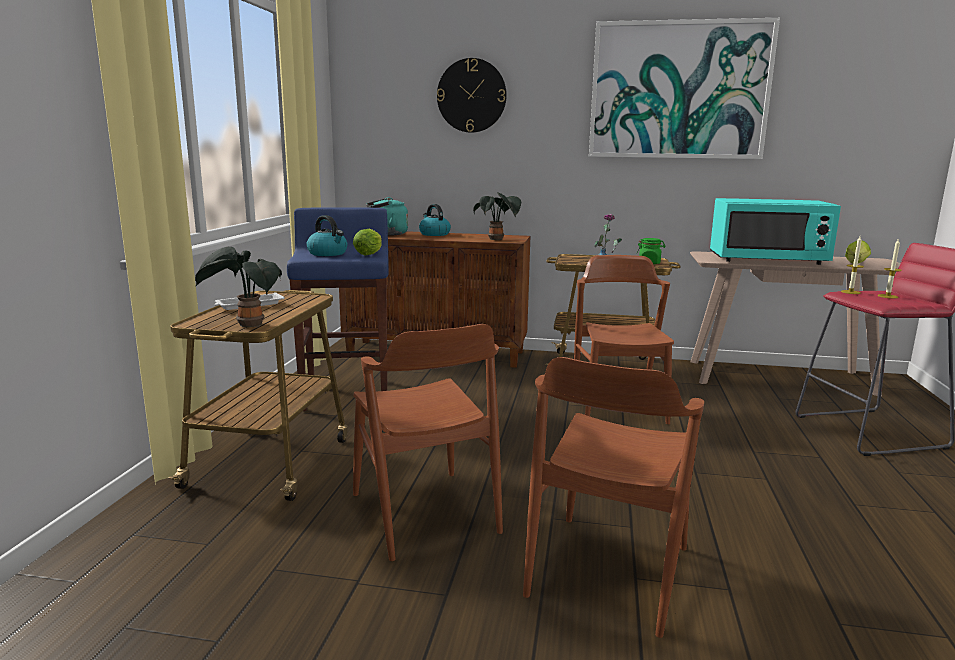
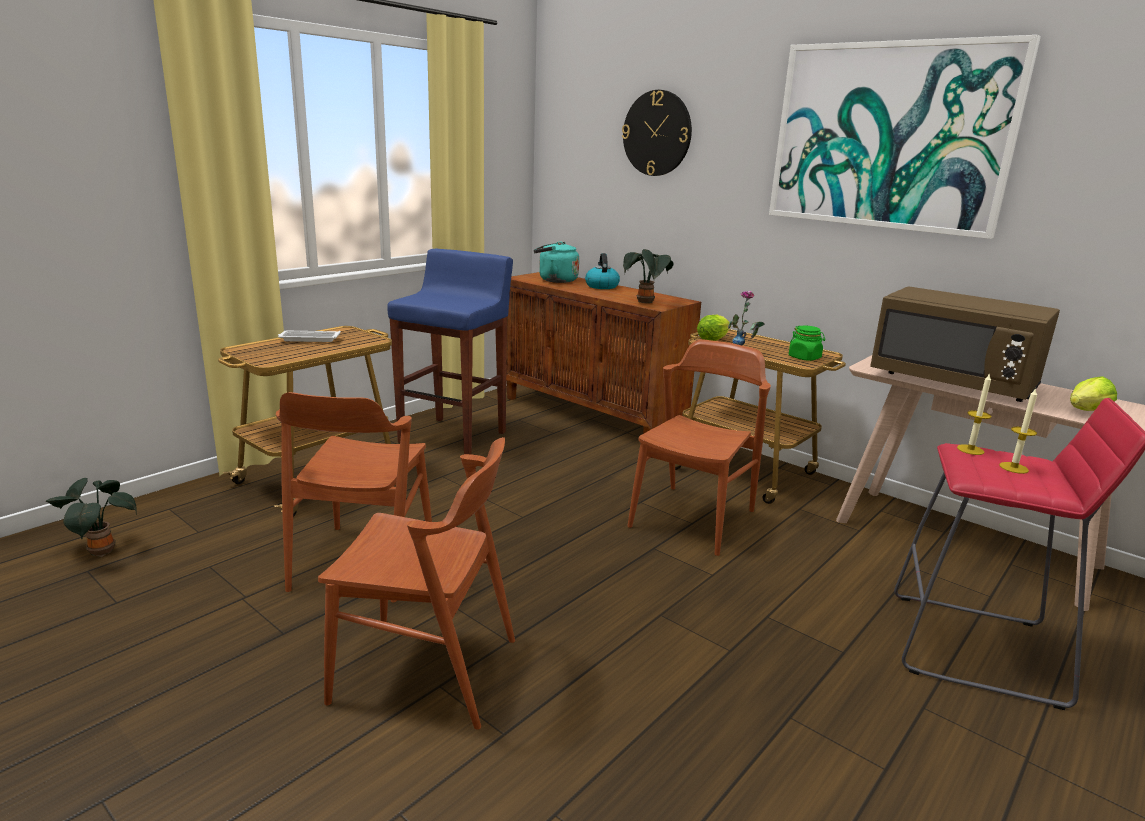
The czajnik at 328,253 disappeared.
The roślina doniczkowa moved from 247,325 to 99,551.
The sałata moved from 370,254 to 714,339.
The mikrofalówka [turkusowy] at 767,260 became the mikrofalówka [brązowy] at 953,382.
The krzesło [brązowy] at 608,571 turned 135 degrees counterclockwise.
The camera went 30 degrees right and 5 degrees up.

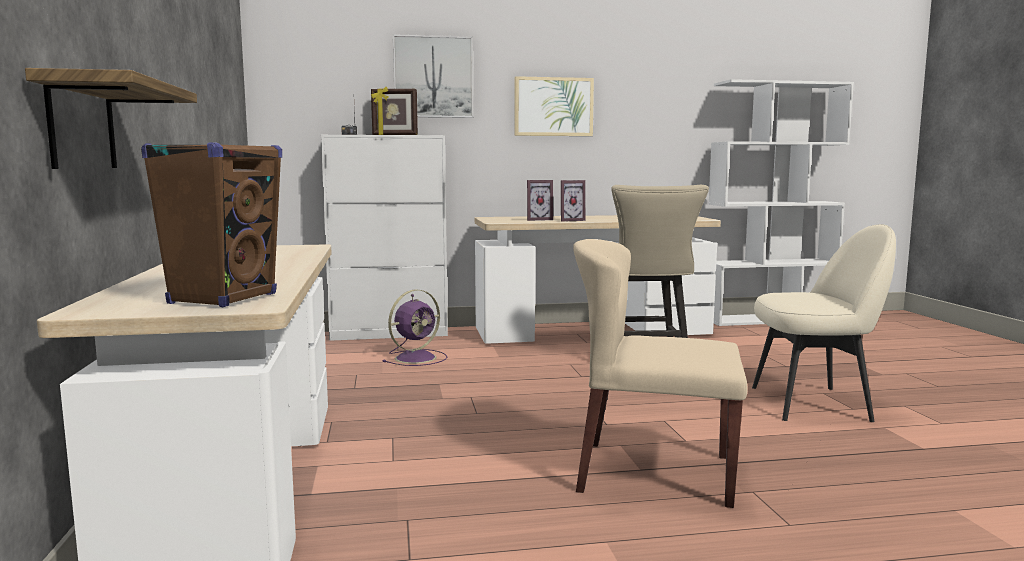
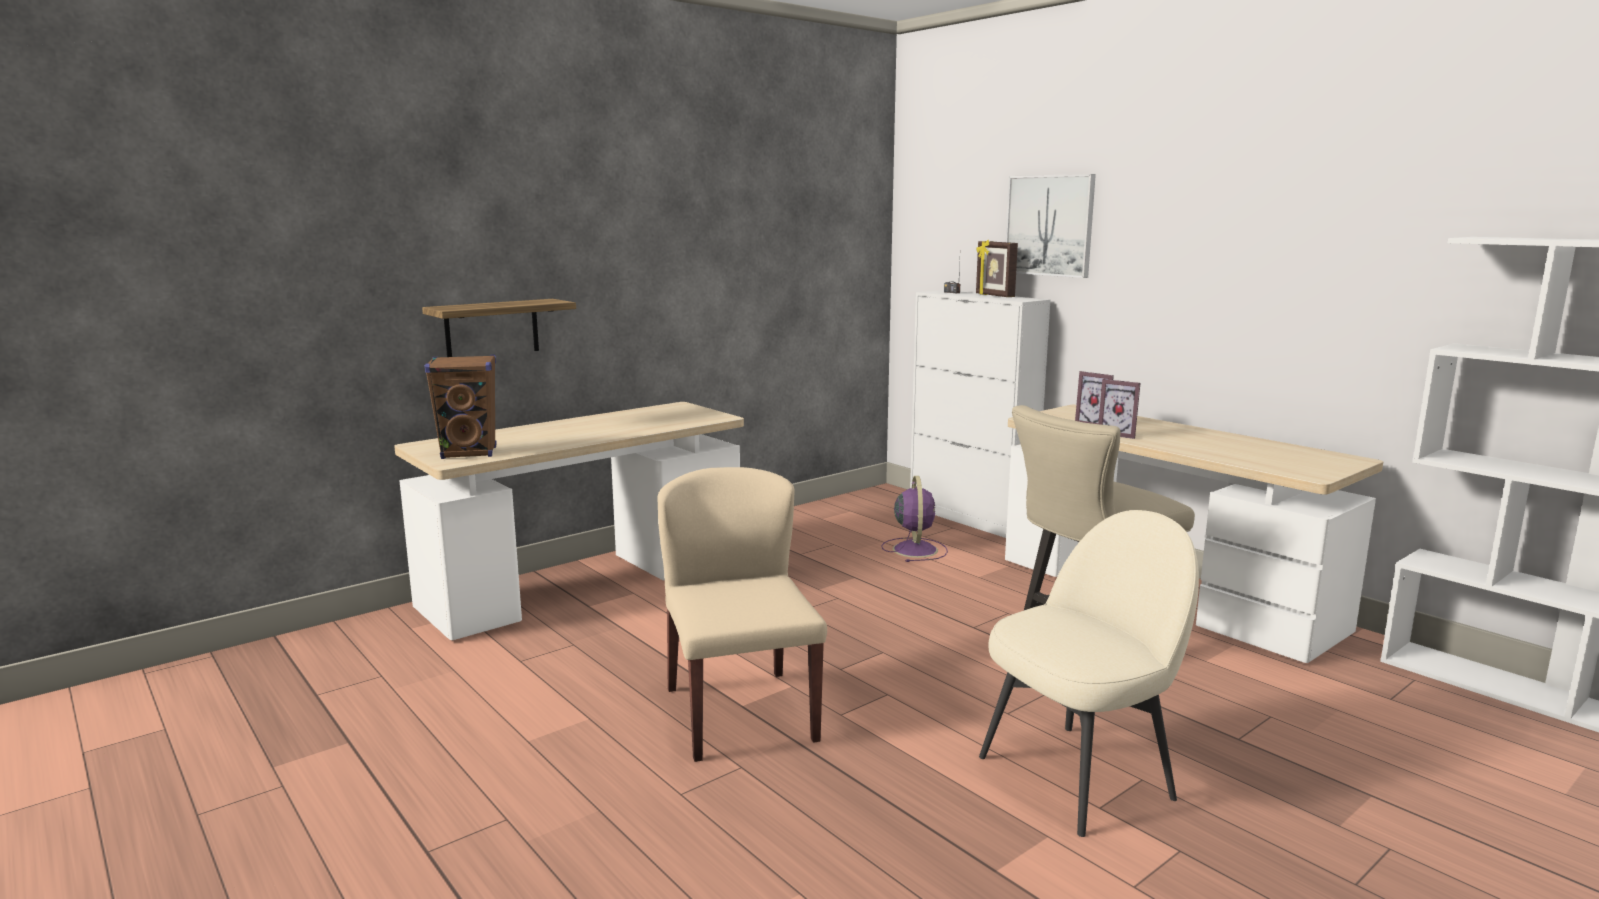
The obraz at 553,107 disappeared.
The wentylator [fioletowy] at 417,358 turned 105 degrees counterclockwise.
The krzesło [beżowy] at 813,403 turned 90 degrees counterclockwise.
The camera went 60 degrees right and 5 degrees up.

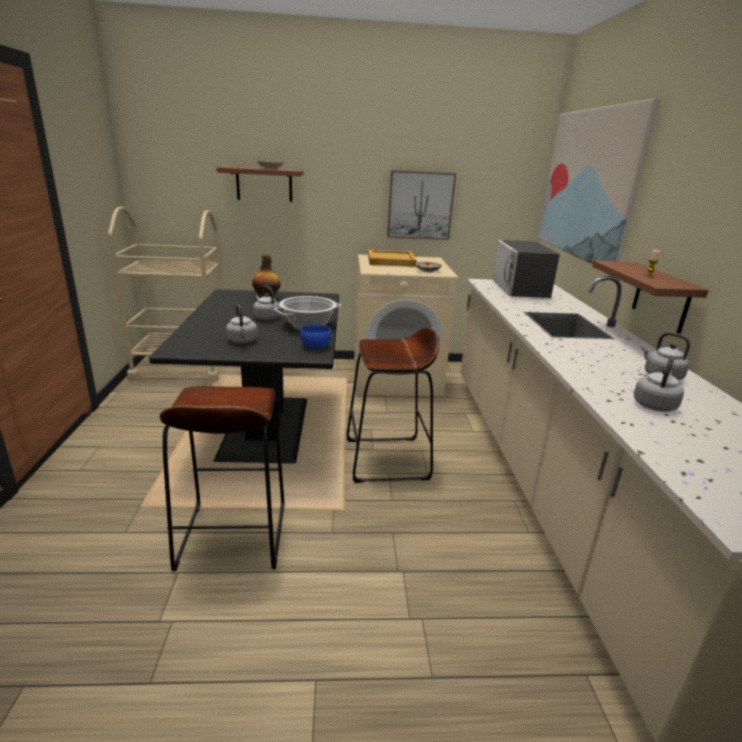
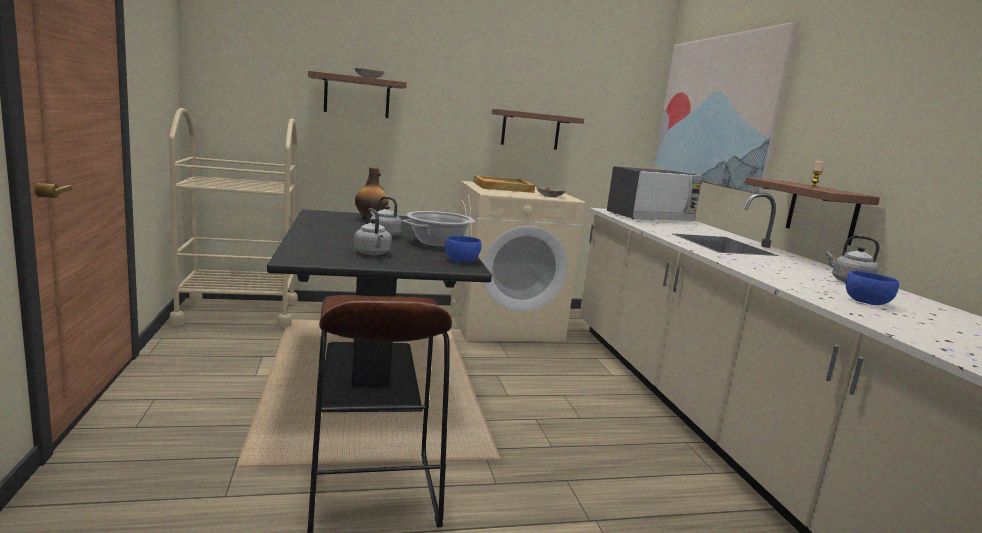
The stołek [brązowy] at 387,459 disappeared.
The obraz at 420,205 was replaced by the półka [brązowy] at 530,130.
The czajnik [szary] at 654,405 was replaced by the miska [niebieski] at 866,302.
The mikrofalówka at 519,289 turned 105 degrees counterclockwise.
The camera went 10 degrees left and 10 degrees down.

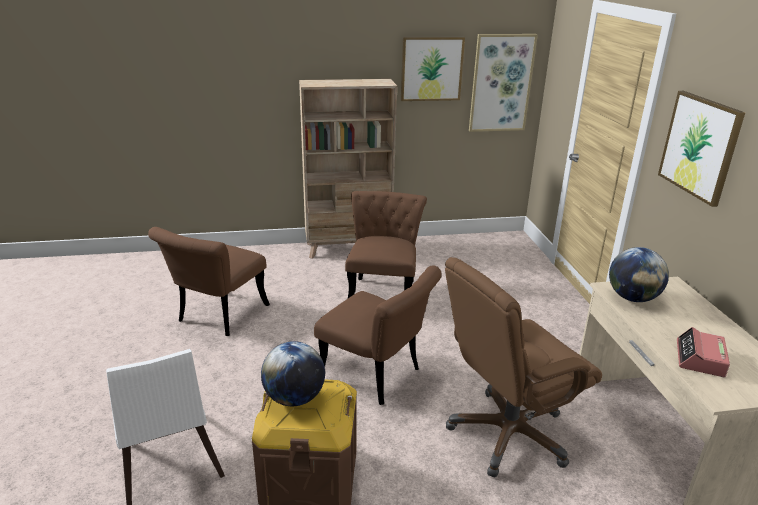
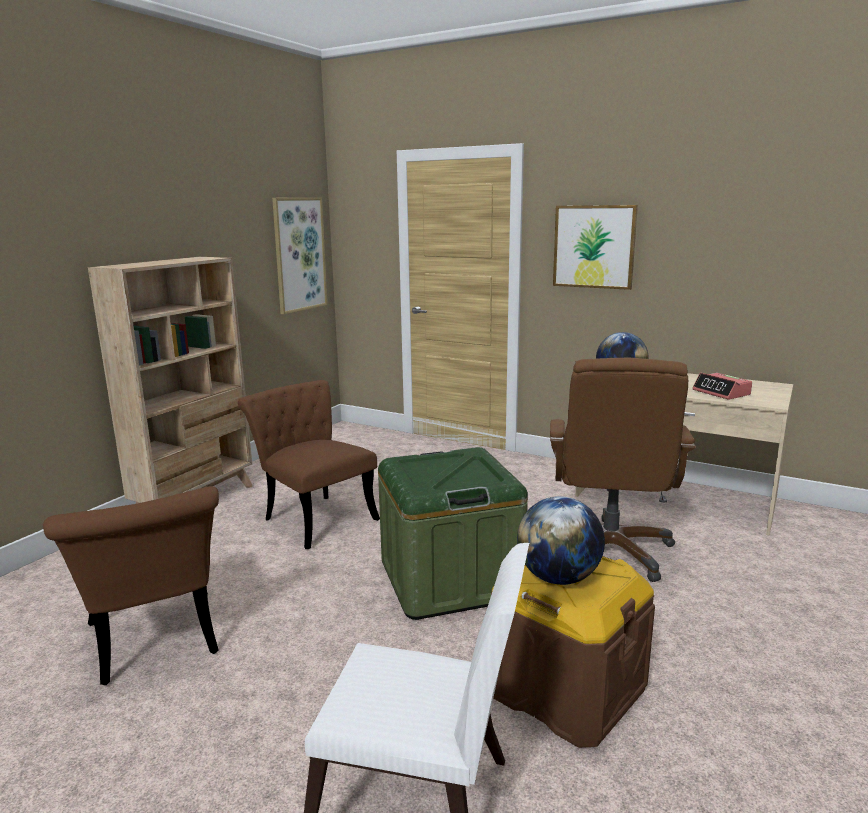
The obraz at 431,69 disappeared.
The krzesło [brązowy] at 377,376 was replaced by the pojemnik do przechowywania [zielony] at 450,579.
The camera went 50 degrees left and 10 degrees down.

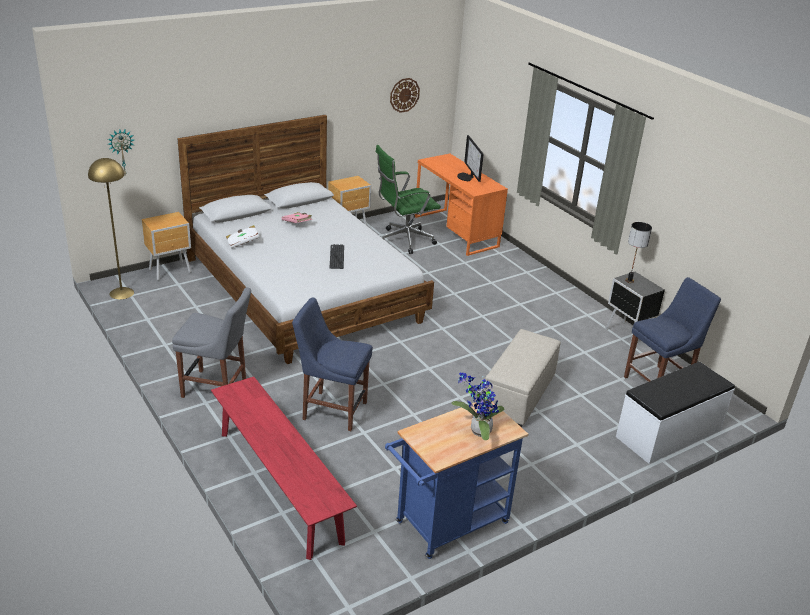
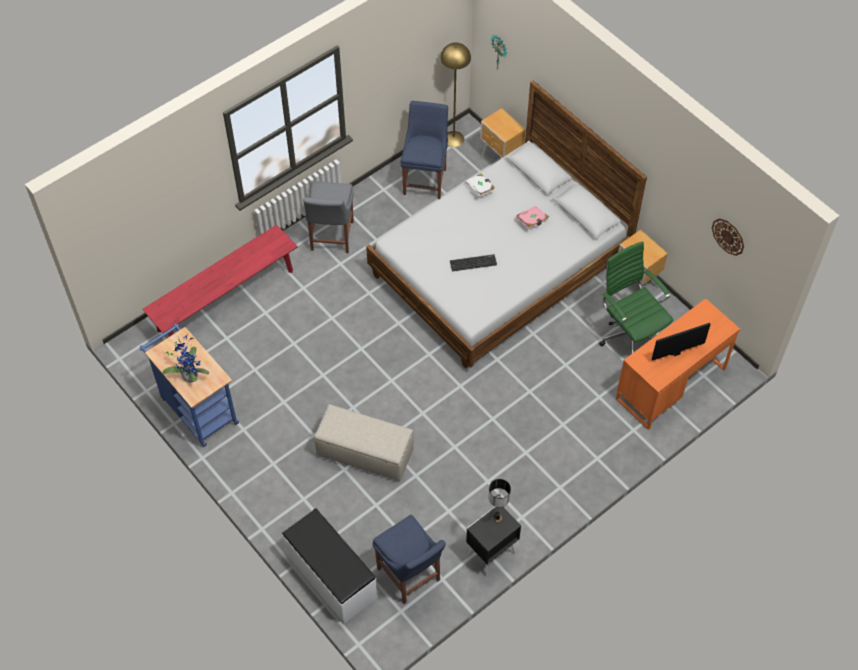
The krzesło [niebieski] moved from 331,409 to 425,179.
The camera went 85 degrees right and 25 degrees up.

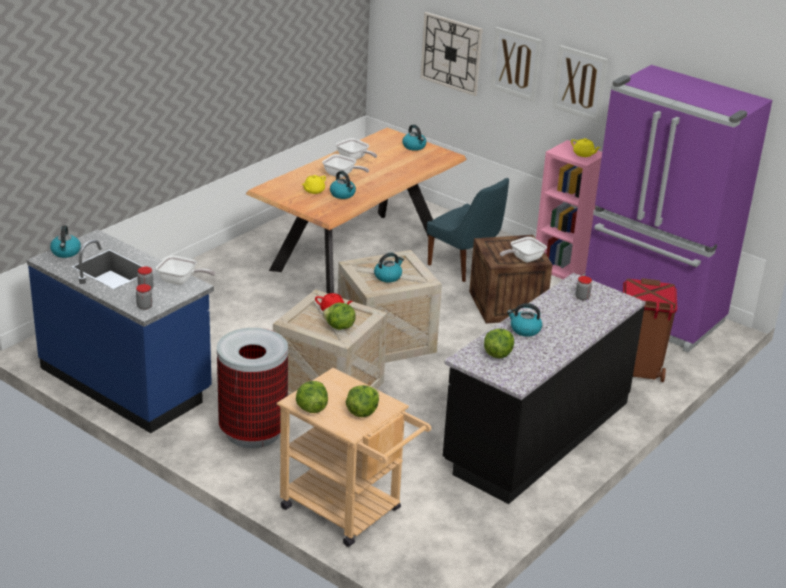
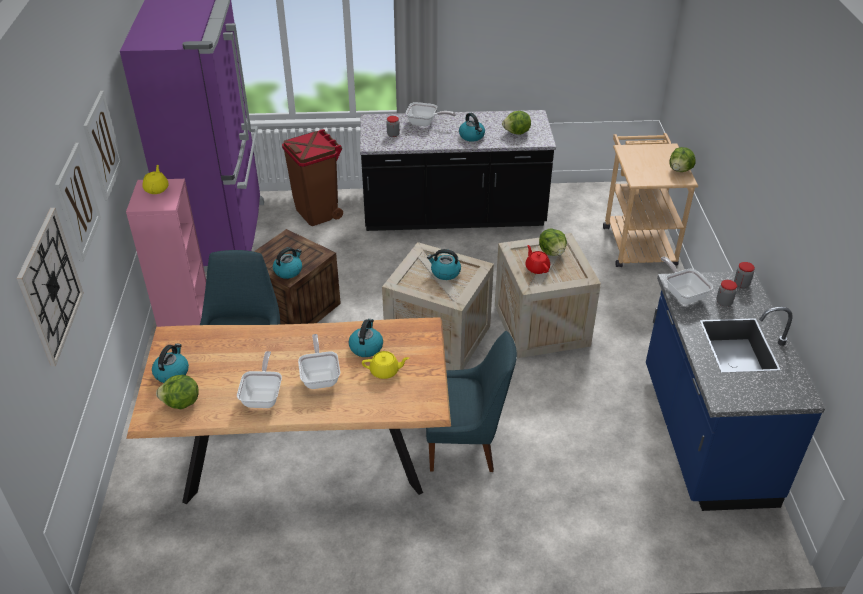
The kosz na śmieci at 252,432 disappeared.
The krzesło [niebieski] at 465,444 appeared.
The czajnik moved from 66,252 to 288,271.
The sałata moved from 362,412 to 181,403.
The patelnia moved from 523,259 to 425,123.
The camera went 130 degrees left and 10 degrees up.

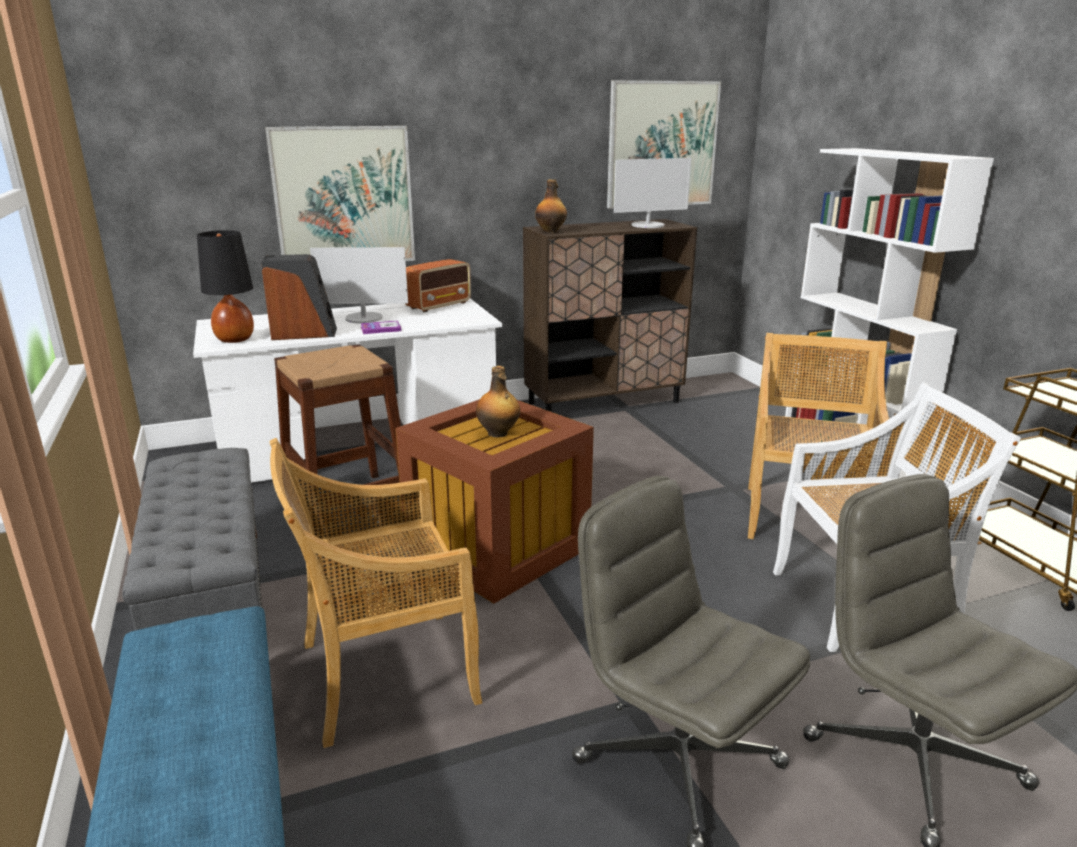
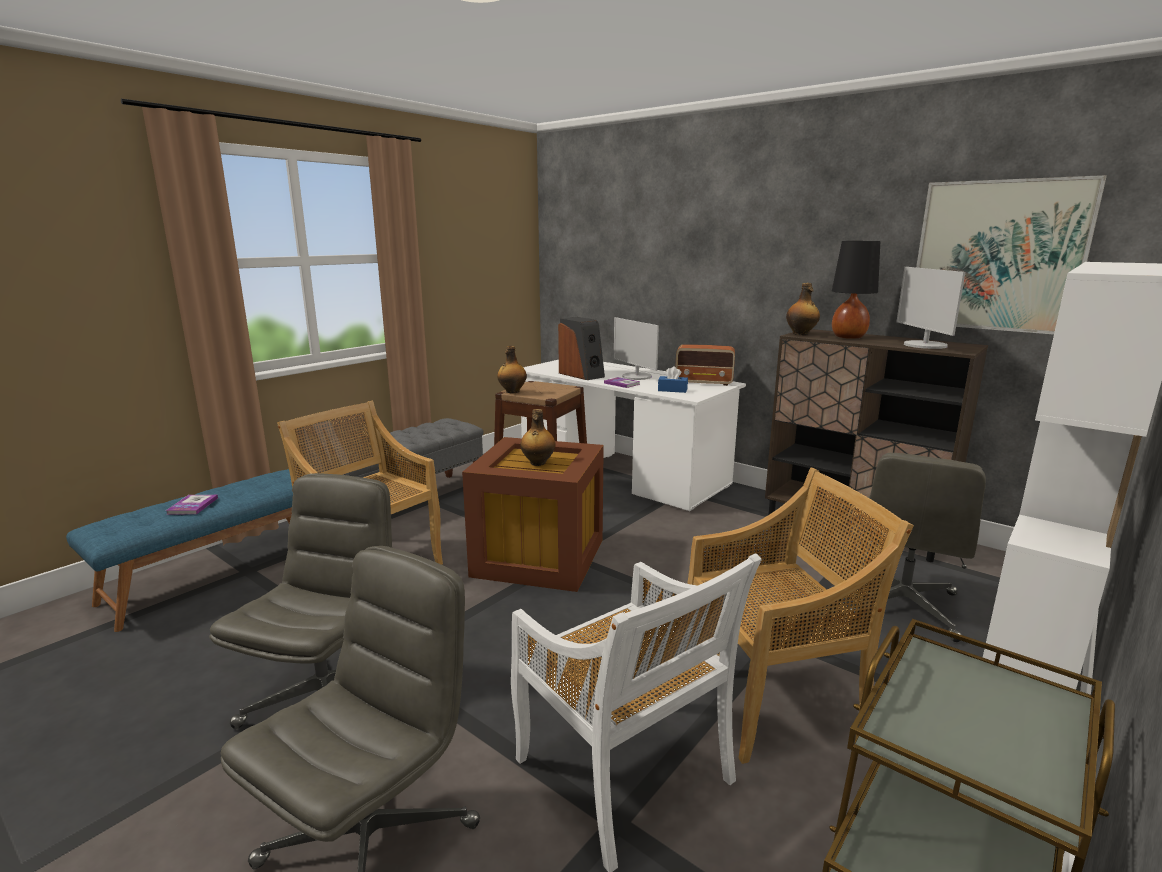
The obraz at 344,197 disappeared.
The książka at 192,506 appeared.
The butelka at 512,392 appeared.
The pudełko chusteczek [niebieski] at 672,390 appeared.
The krzesło biurowe [szary] at 902,606 appeared.
The lampa stołowa [czarny] moved from 234,340 to 848,337.
The monitor at 648,225 turned 45 degrees clockwise.
The camera went 60 degrees right and 5 degrees down.

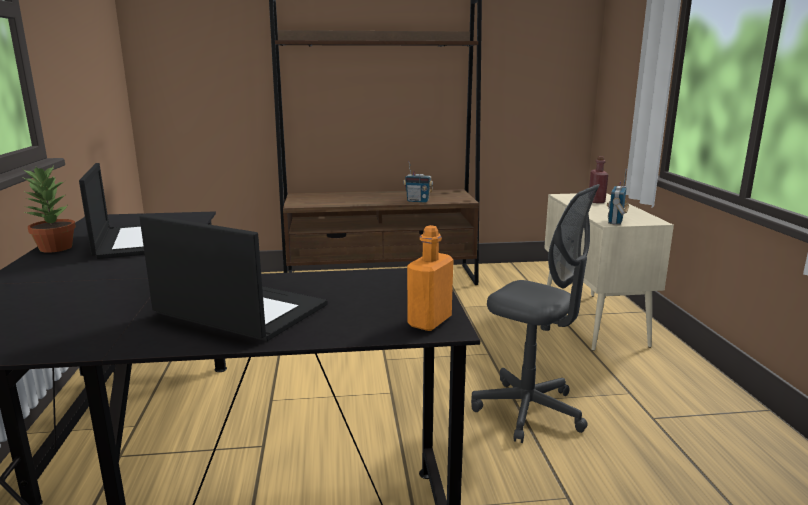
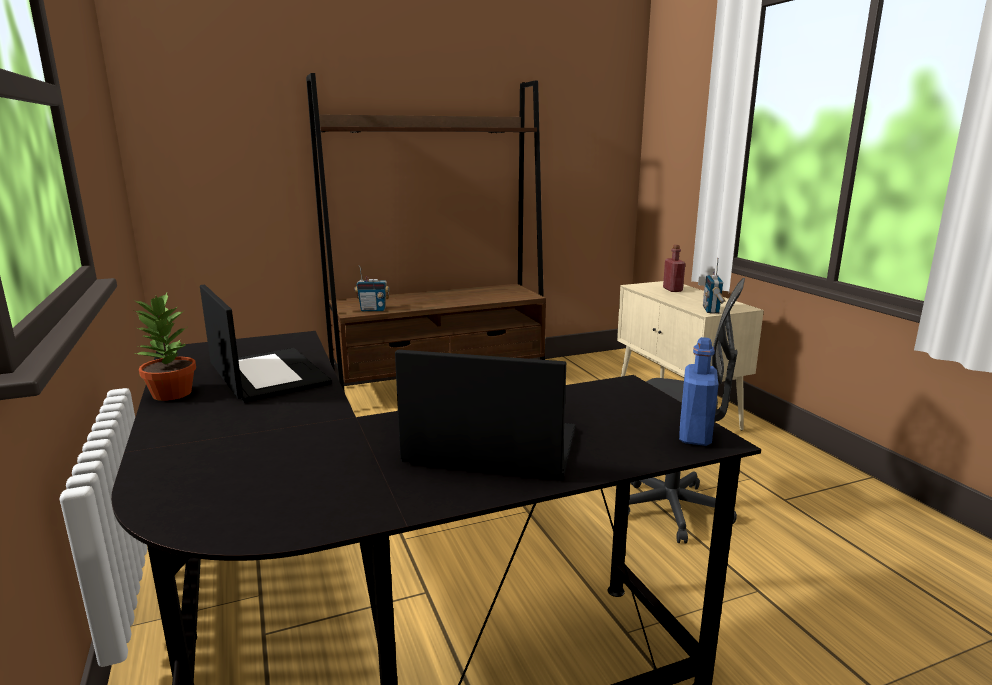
The radio moved from 418,201 to 373,310.
The butelka [pomarańczowy] at 429,321 became the butelka [niebieski] at 695,435.
The camera went 15 degrees left and 0 degrees up.

